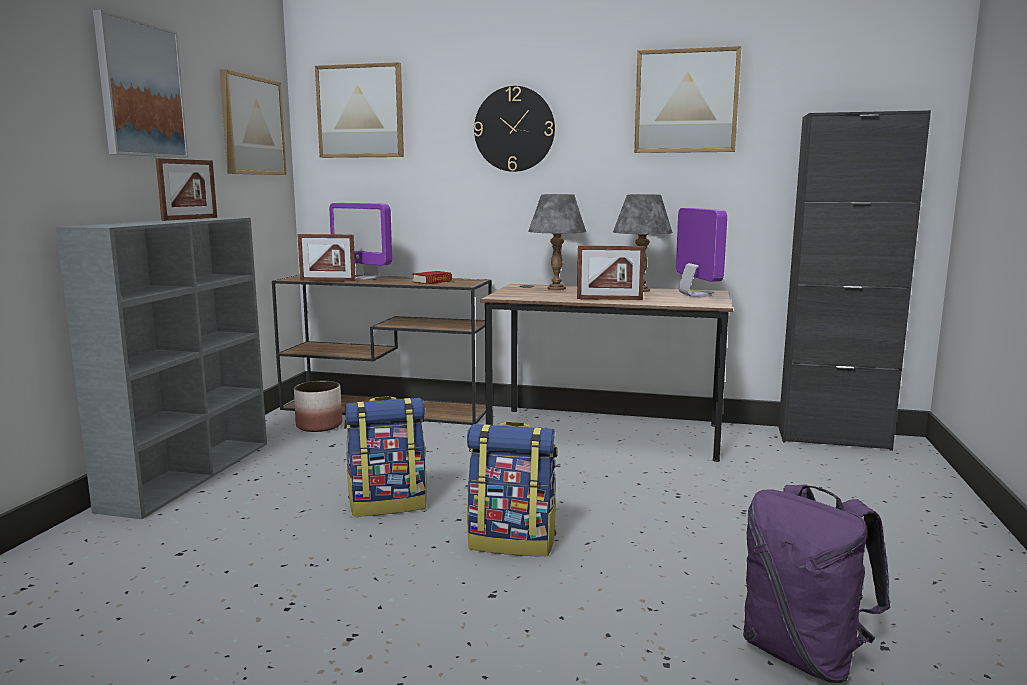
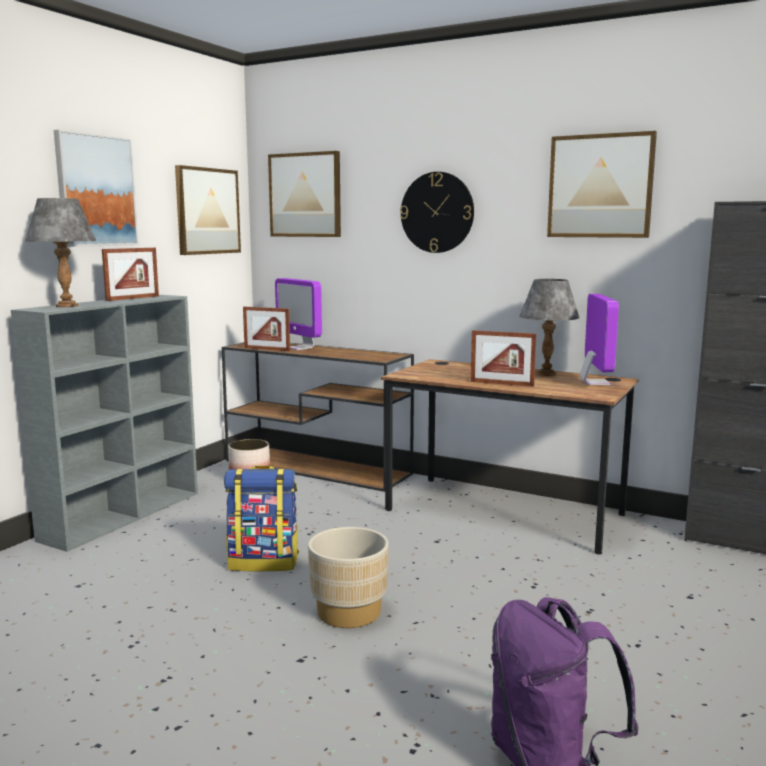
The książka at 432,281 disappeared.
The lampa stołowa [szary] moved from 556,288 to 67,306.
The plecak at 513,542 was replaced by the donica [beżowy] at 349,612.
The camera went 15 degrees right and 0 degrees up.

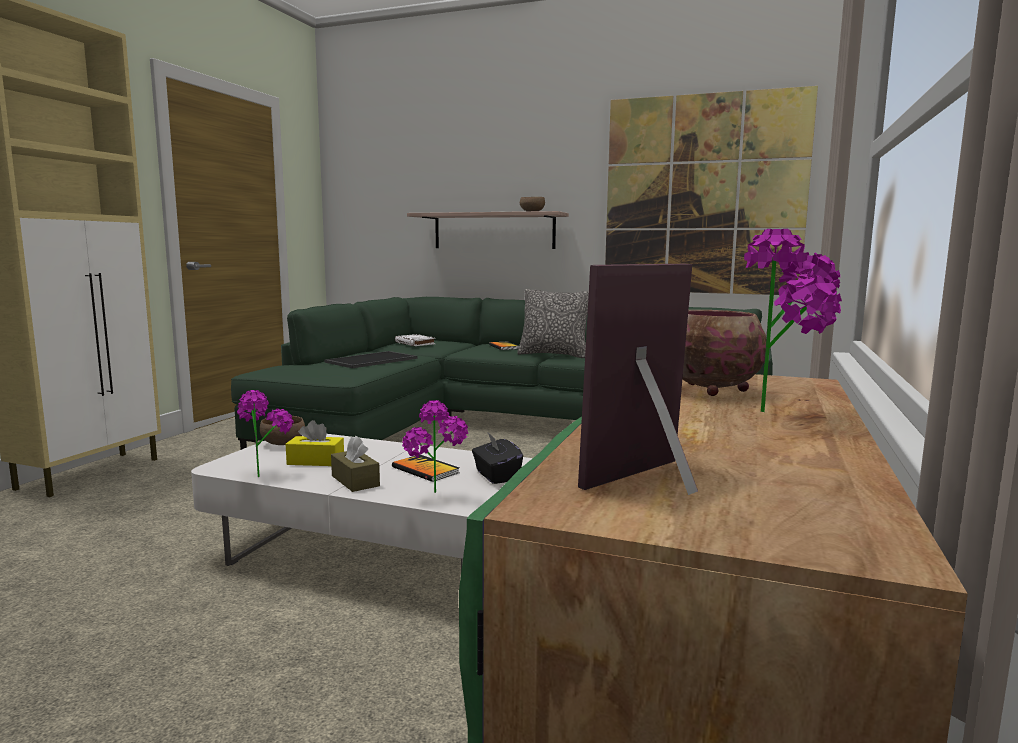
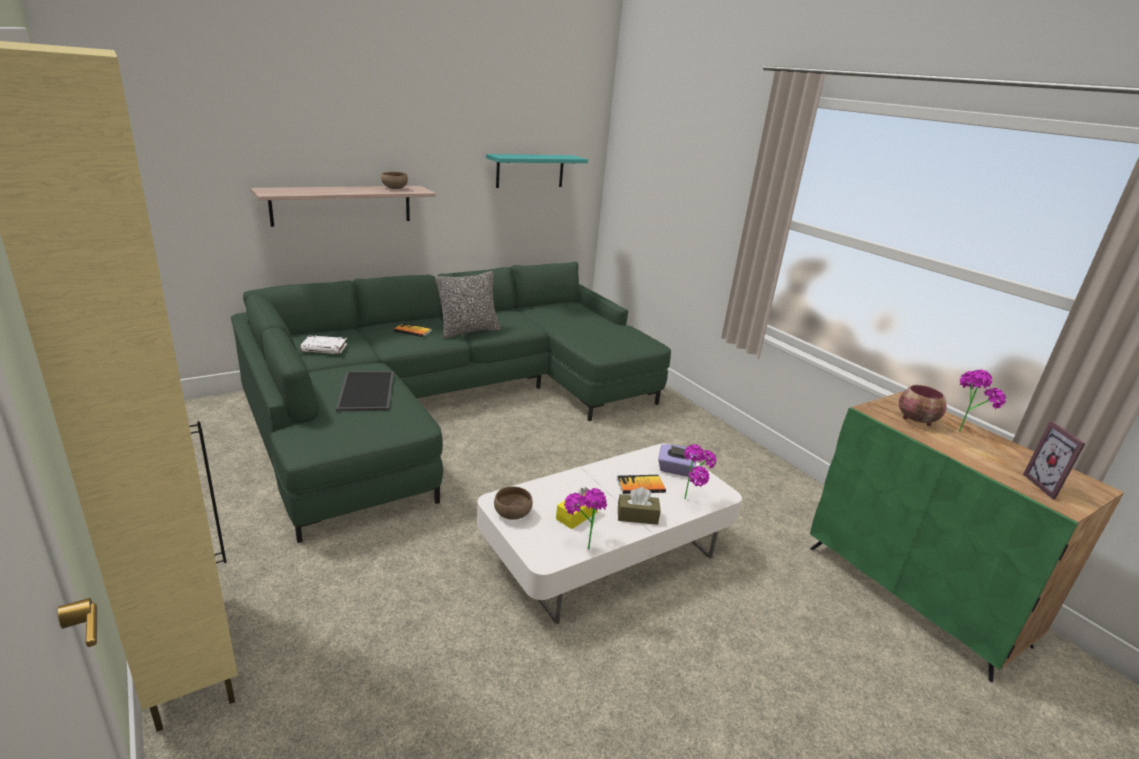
The obraz at 703,195 was replaced by the półka [turkusowy] at 530,171.
The pudełko chusteczek [czarny] at 496,476 became the pudełko chusteczek [fioletowy] at 675,470.
The camera went 55 degrees left and 15 degrees up.

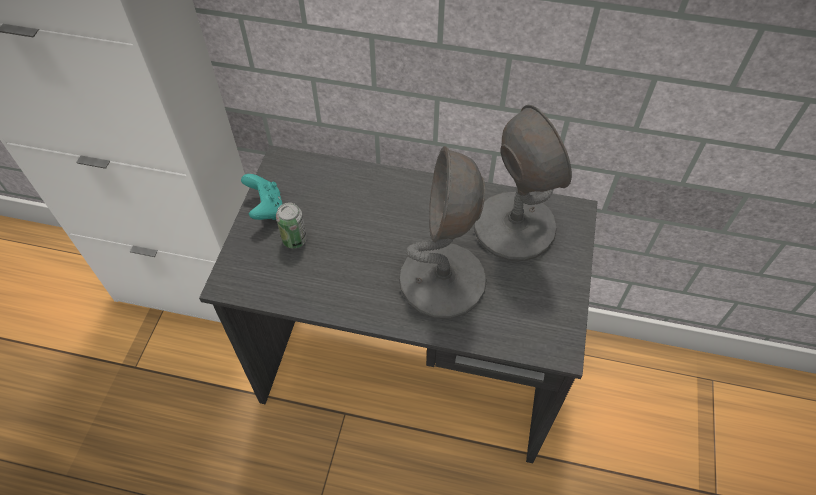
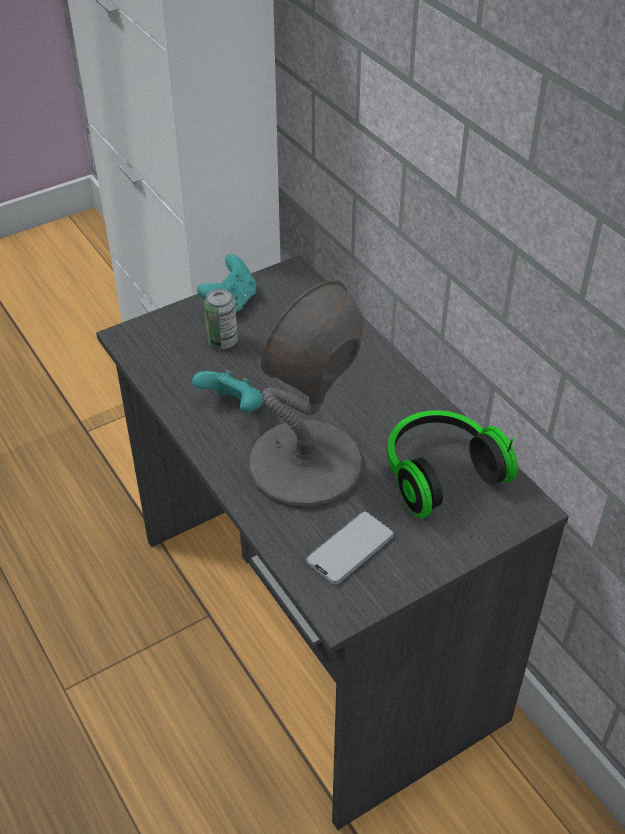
The pad do gier [turkusowy] at 233,407 appeared.
The telefon at 350,548 appeared.
The lampa stołowa [szary] at 513,227 was replaced by the słuchawki at 439,472.
The camera went 45 degrees right and 10 degrees down.

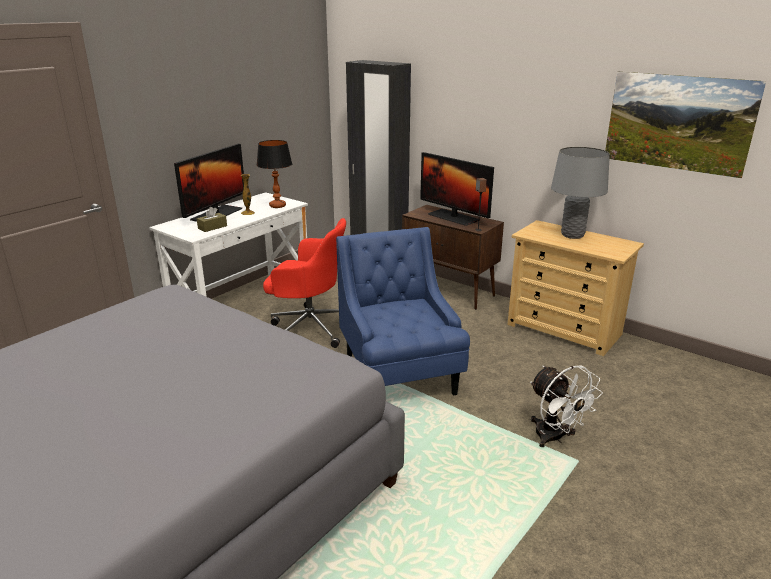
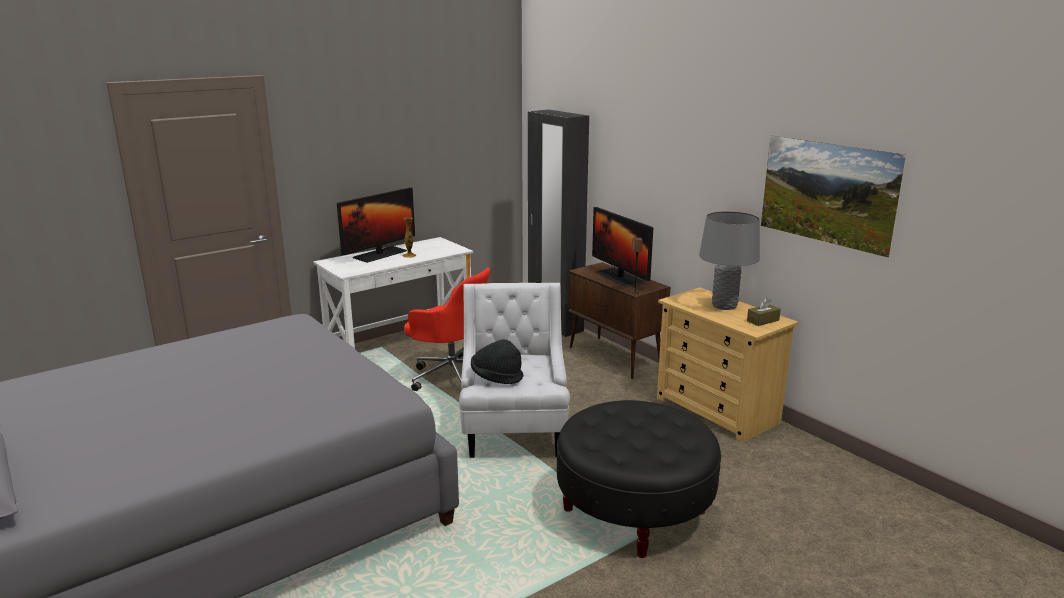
The lampa stołowa at 277,206 disappeared.
The kapelusz [czarny] at 496,377 appeared.
The pudełko chusteczek [brązowy] moved from 212,227 to 763,320.
The wentylator [biały] at 555,438 was replaced by the pufa [czarny] at 634,510.
The fotel [niebieski] at 400,375 became the fotel [biały] at 514,430.
The camera went 15 degrees right and 5 degrees down.

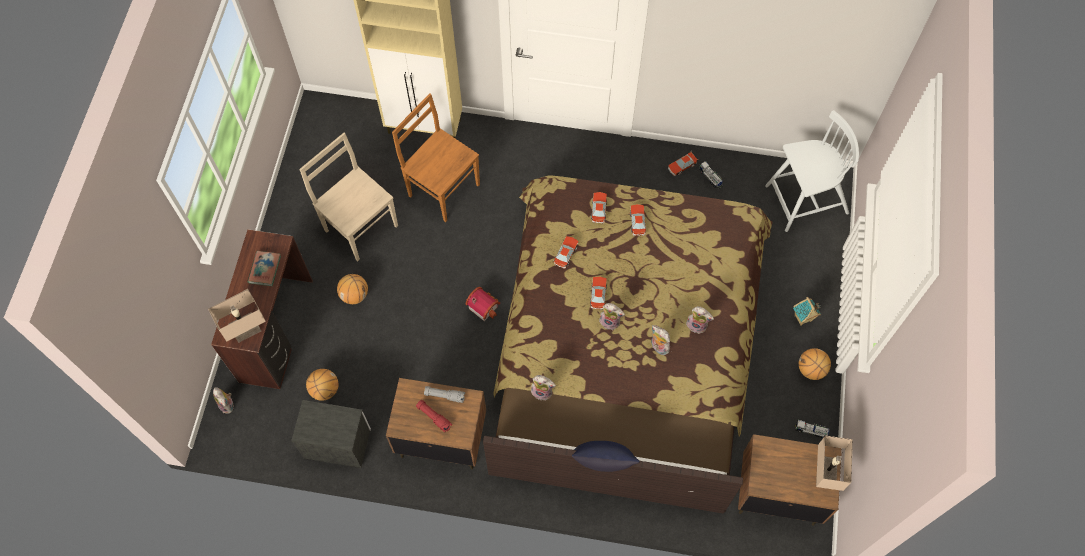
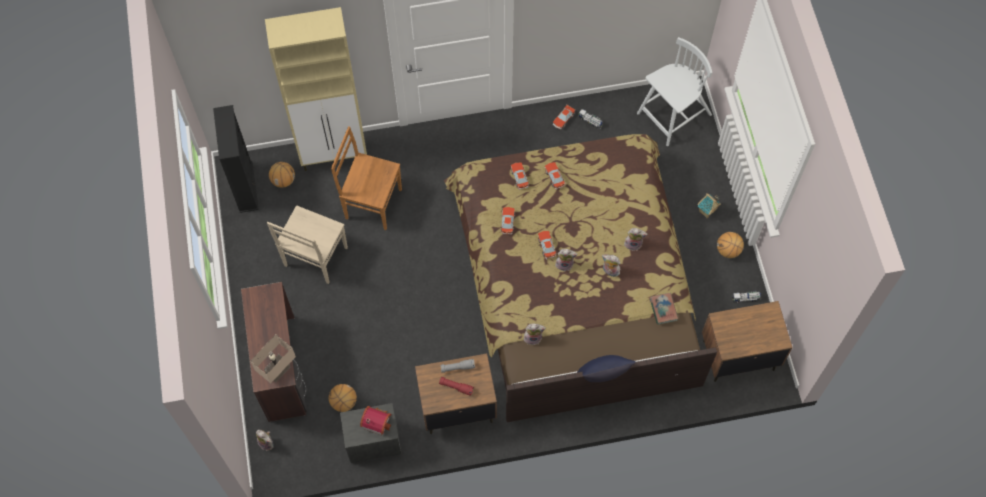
The lampa stołowa [beżowy] at 826,475 disappeared.
The regał [czarny] at 245,187 appeared.
The książka moved from 265,269 to 663,309.
The piłka do koszykówki moved from 354,295 to 283,180.
The domek moved from 484,306 to 376,421.
The krzesło [beżowy] at 360,227 turned 90 degrees counterclockwise.
The camera went 20 degrees left and 0 degrees up.

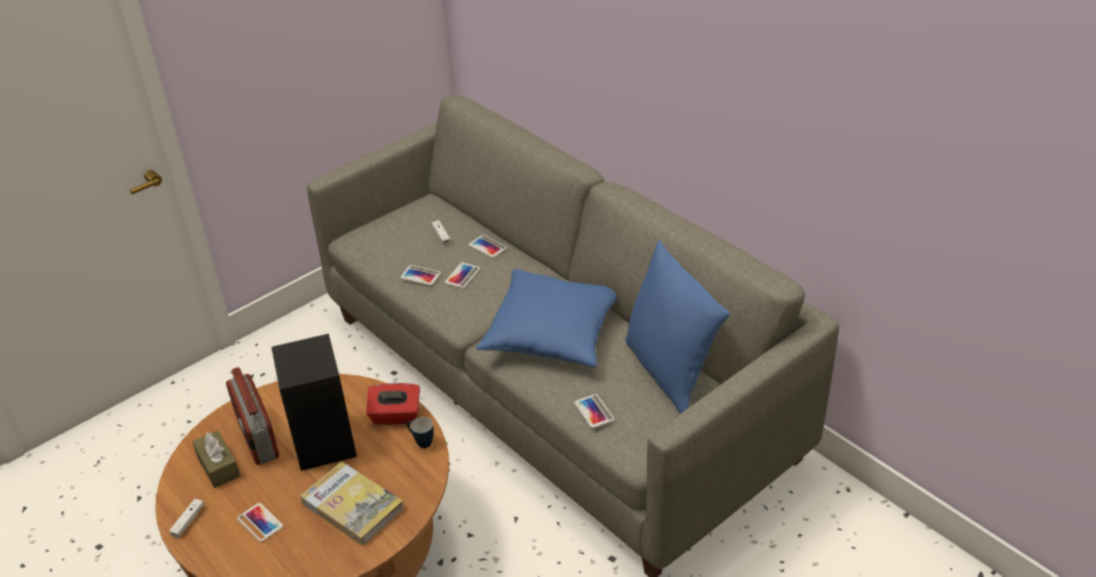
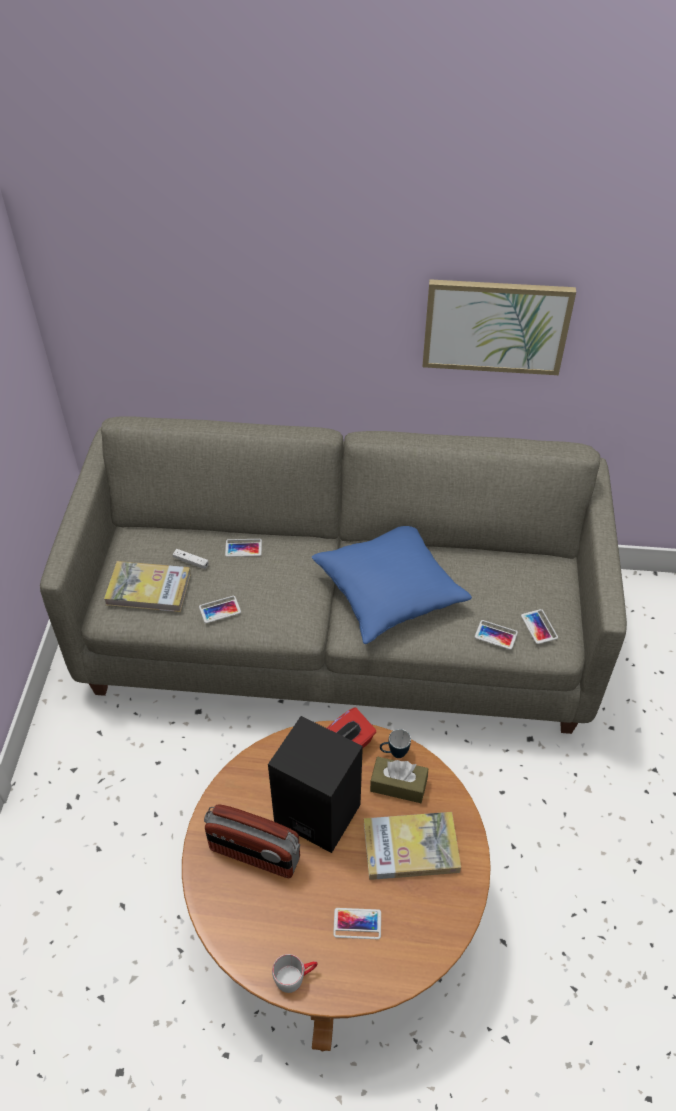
The poduszka [niebieski] at 670,372 disappeared.
The książka at 149,589 appeared.
The obraz at 496,326 appeared.
The pudełko chusteczek [brązowy] moved from 218,466 to 398,785.
The telefon moved from 462,275 to 539,627.
The pad do gier [biały] at 188,521 was replaced by the kubek [szary] at 295,976.
The camera went 45 degrees left and 10 degrees up.

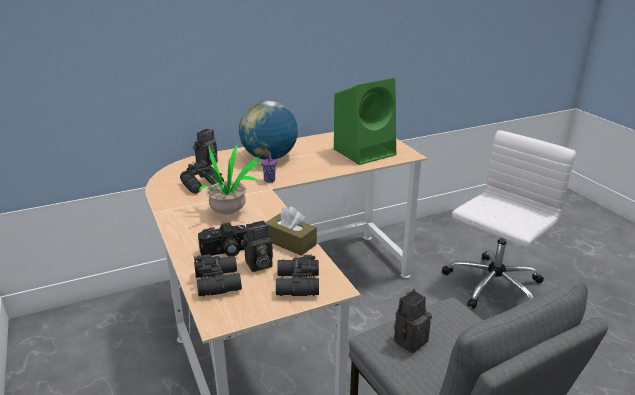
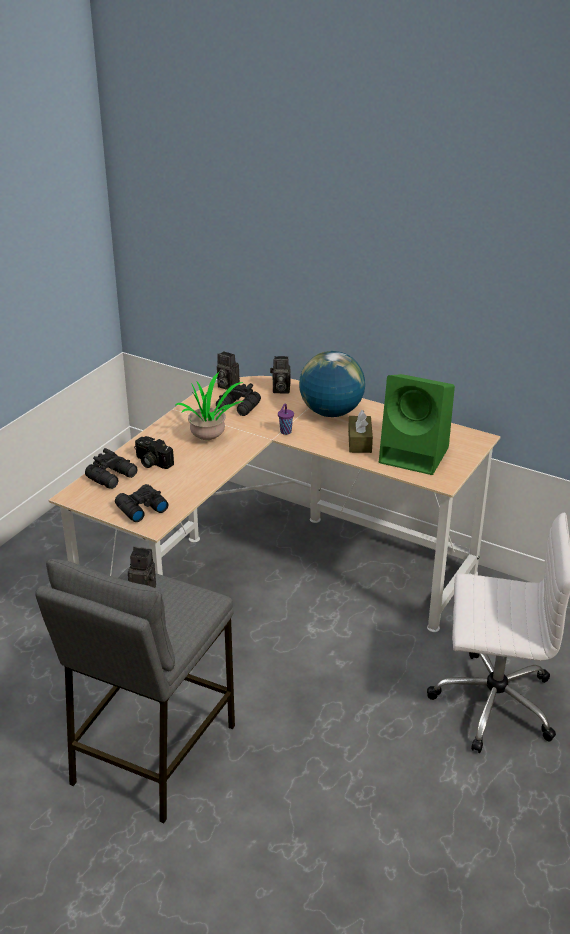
The aparat fotograficzny moved from 258,265 to 226,386.
The pudełko chusteczek [brązowy] moved from 290,242 to 359,441.
The camera went 55 degrees right and 5 degrees up.

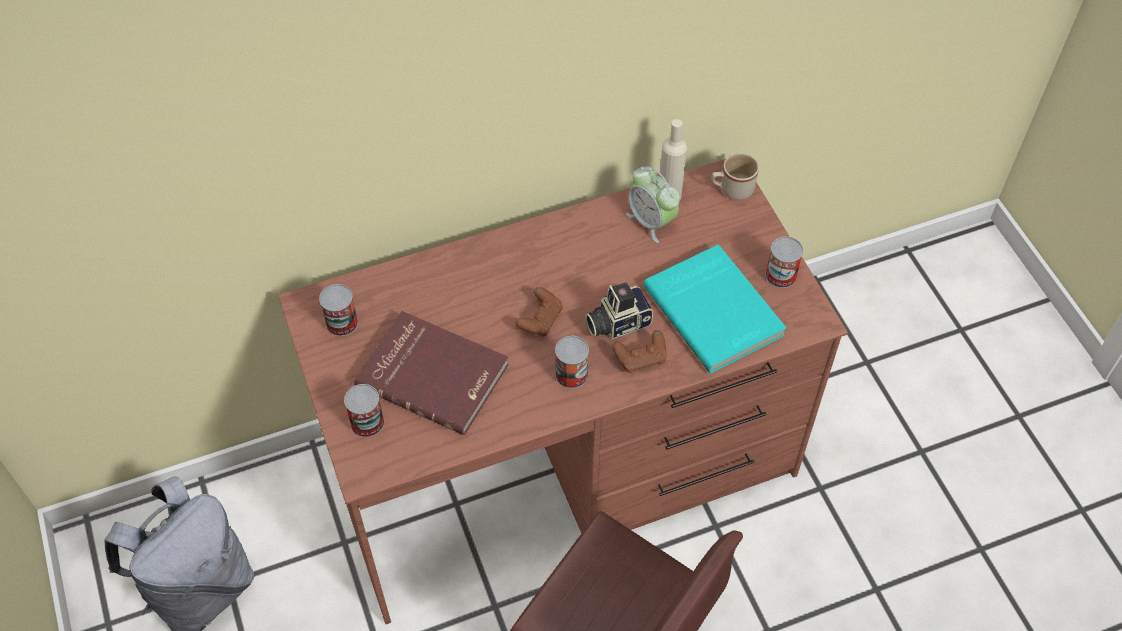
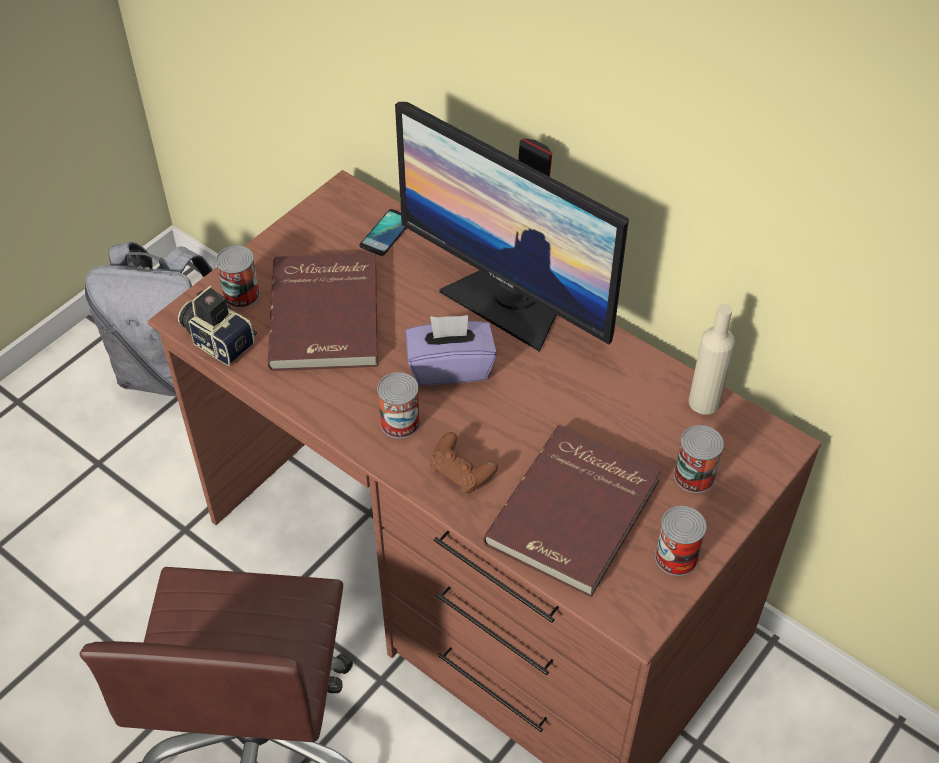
The budzik at 651,221 disappeared.
The kubek [beżowy] at 731,189 disappeared.
The telefon at 386,233 appeared.
The monitor at 508,302 appeared.
The puszka moved from 342,323 to 694,476.
The aparat fotograficzny moved from 617,322 to 218,340.
The pad do gier [brązowy] at 540,320 was replaced by the pudełko chusteczek [fioletowy] at 450,367.
The książka [turkusowy] at 715,310 became the książka [czerwony] at 576,513.
The camera went 60 degrees right and 5 degrees down.

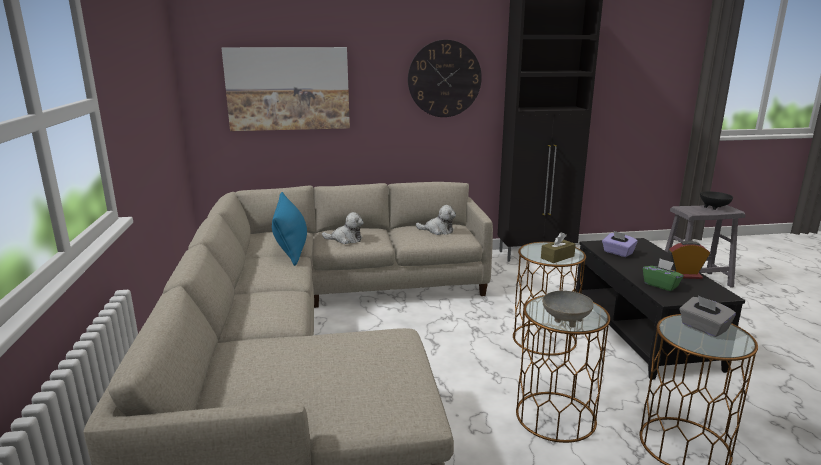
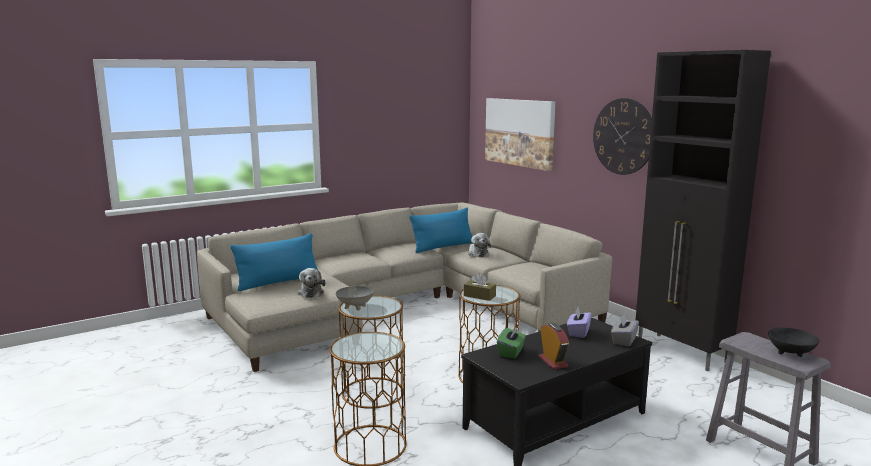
The poduszka [niebieski] at 278,282 appeared.
The pluszak moved from 438,230 to 311,292.
The pudełko chusteczek [szary] moved from 703,328 to 623,340.
The camera went 65 degrees right and 5 degrees down.

